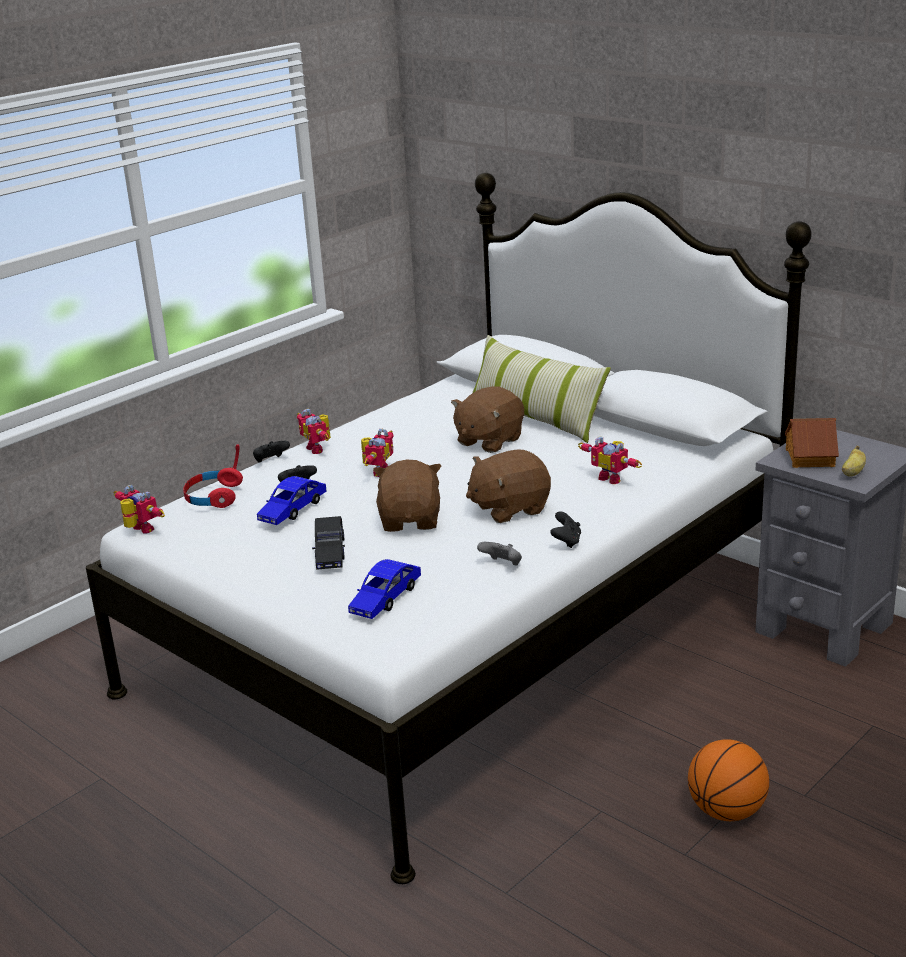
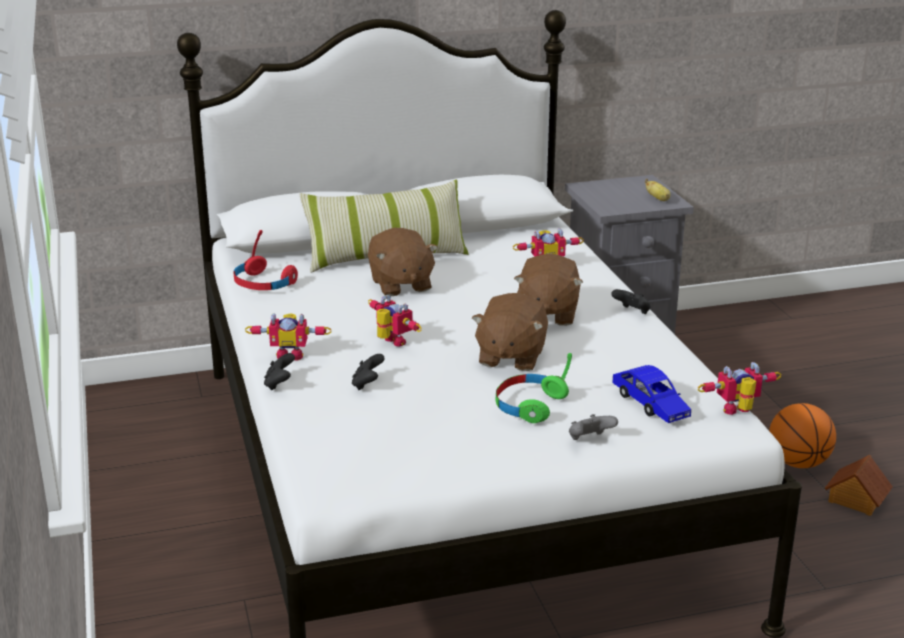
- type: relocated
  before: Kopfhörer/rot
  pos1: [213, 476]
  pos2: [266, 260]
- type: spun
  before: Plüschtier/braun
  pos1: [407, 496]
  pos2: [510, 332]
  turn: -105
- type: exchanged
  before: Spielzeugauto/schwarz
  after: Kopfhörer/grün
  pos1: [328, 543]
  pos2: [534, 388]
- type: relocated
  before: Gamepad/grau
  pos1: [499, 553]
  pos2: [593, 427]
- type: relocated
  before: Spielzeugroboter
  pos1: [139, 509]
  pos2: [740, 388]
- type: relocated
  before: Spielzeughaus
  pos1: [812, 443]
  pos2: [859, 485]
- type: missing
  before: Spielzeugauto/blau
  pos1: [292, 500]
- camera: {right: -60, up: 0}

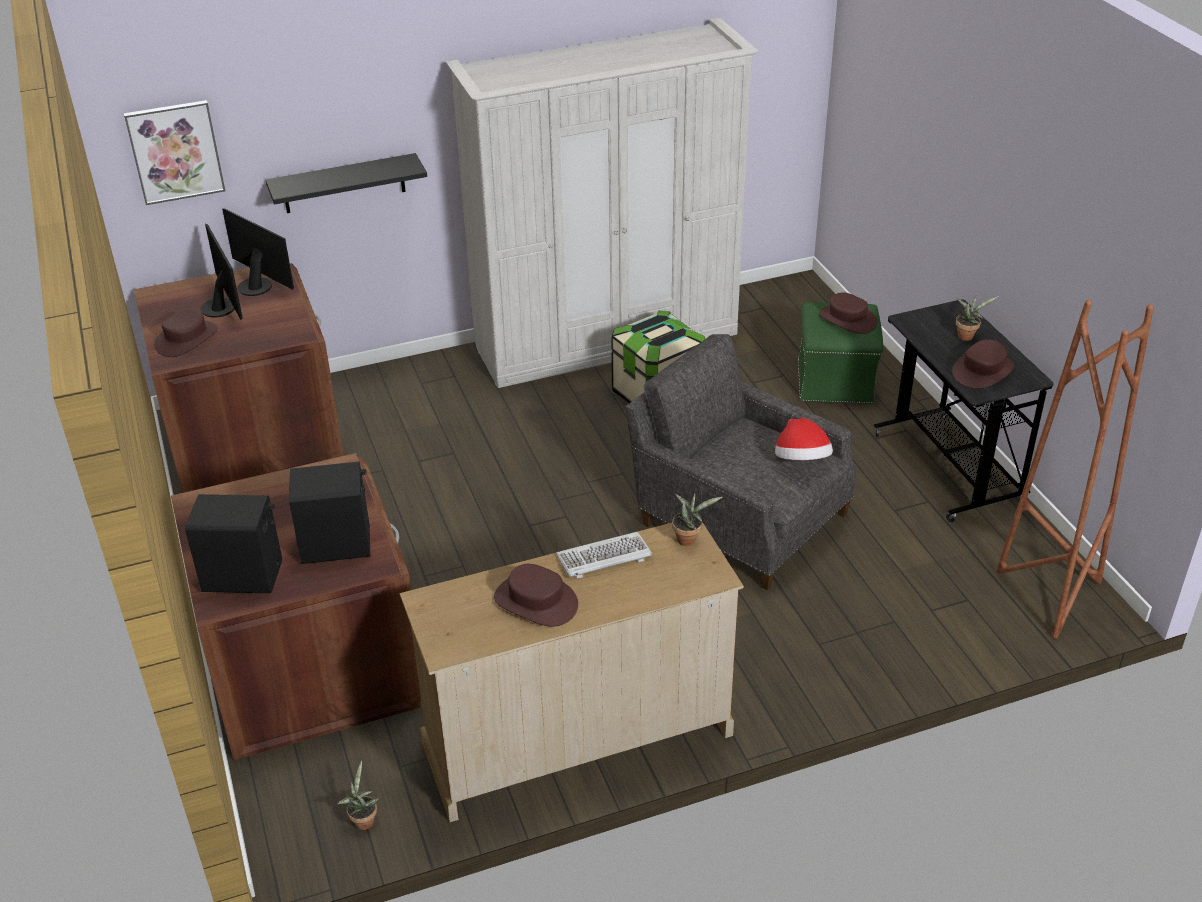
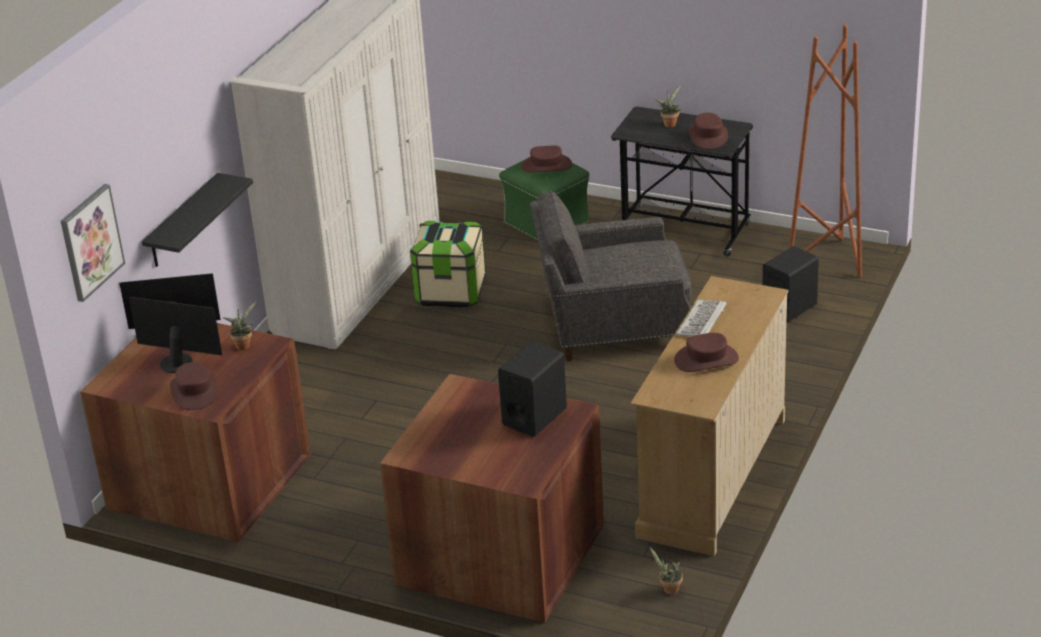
- type: relocated
  before: Topfpflanze
  pos1: [697, 519]
  pos2: [239, 326]
- type: relocated
  before: Lautsprecher/schwarz
  pos1: [233, 543]
  pos2: [791, 284]
- type: missing
  before: Hut
  pos1: [804, 439]
- camera: {right: -45, up: -5}

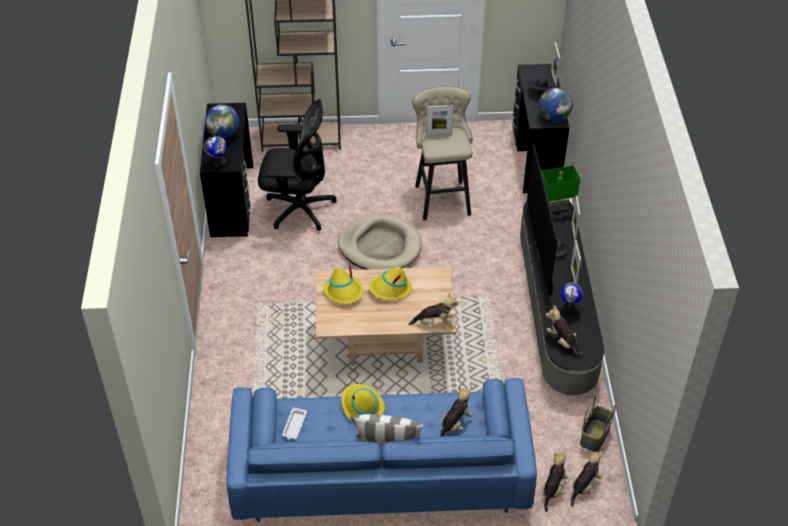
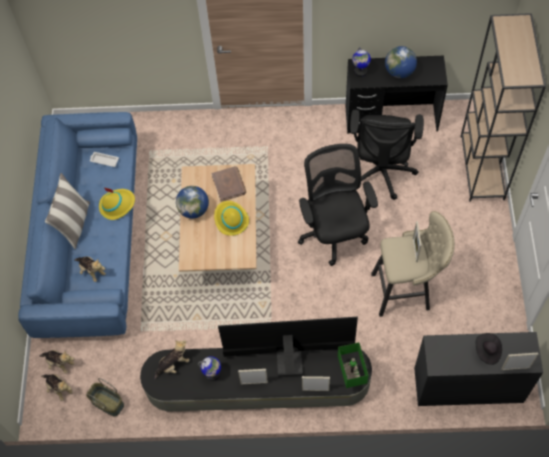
- type: relocated
  before: Globus
  pos1: [556, 105]
  pos2: [192, 202]
- type: exchanged
  before: Hut/gelb
  after: Buch/braun
  pos1: [343, 283]
  pos2: [229, 184]
- type: exchanged
  before: Hundebett/beige
  after: Bürostuhl/schwarz
  pos1: [380, 242]
  pos2: [338, 205]
- type: missing
  before: Plüschtier
  pos1: [433, 310]
- camera: {right: 95, up: 15}

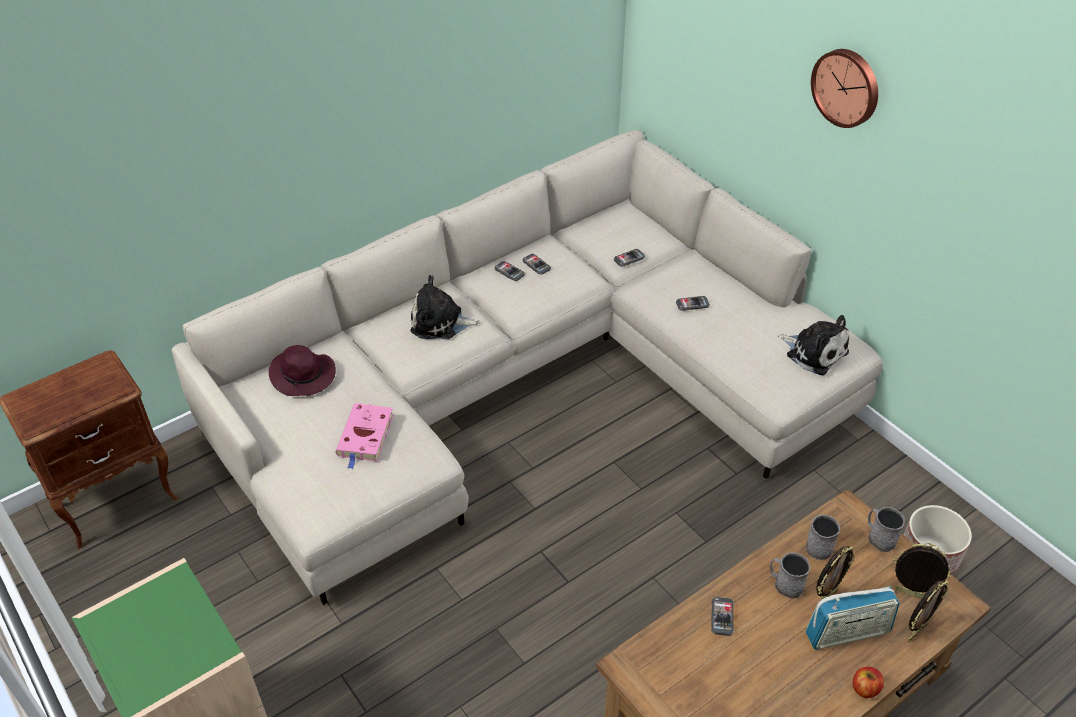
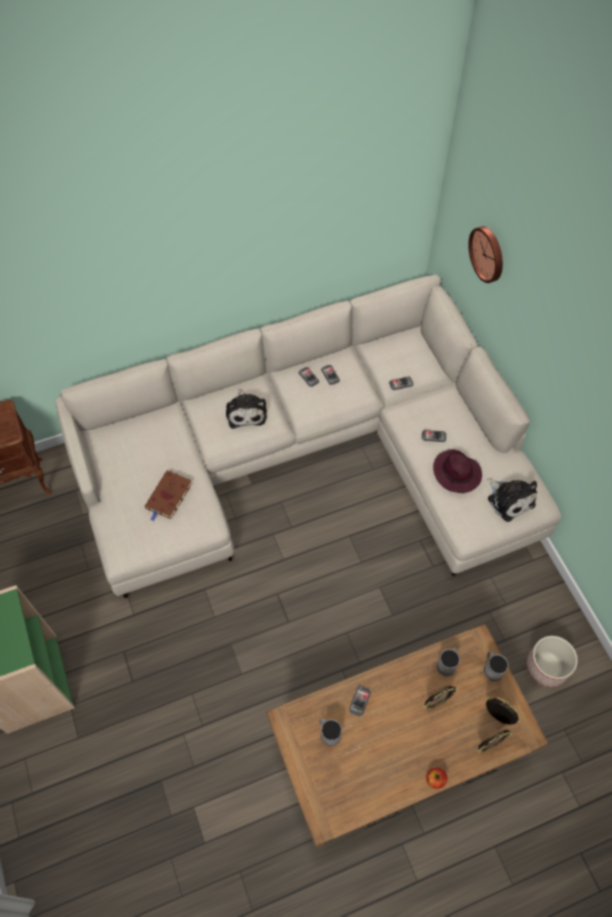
- type: colour
  before: Buch/rosa
  after: Buch/braun
  pos1: [364, 436]
  pos2: [168, 496]
- type: spun
  before: Plüschtier
  pos1: [445, 307]
  pos2: [246, 409]
  turn: -120
- type: relocated
  before: Henkelbecher/grau
  pos1: [790, 575]
  pos2: [330, 732]
- type: relocated
  before: Hut/lila
  pos1: [302, 370]
  pos2: [457, 471]
- type: relocated
  before: Wanduhr
  pos1: [844, 88]
  pos2: [485, 254]
- type: missing
  before: Radio
  pos1: [852, 618]
- camera: {right: 15, up: 15}

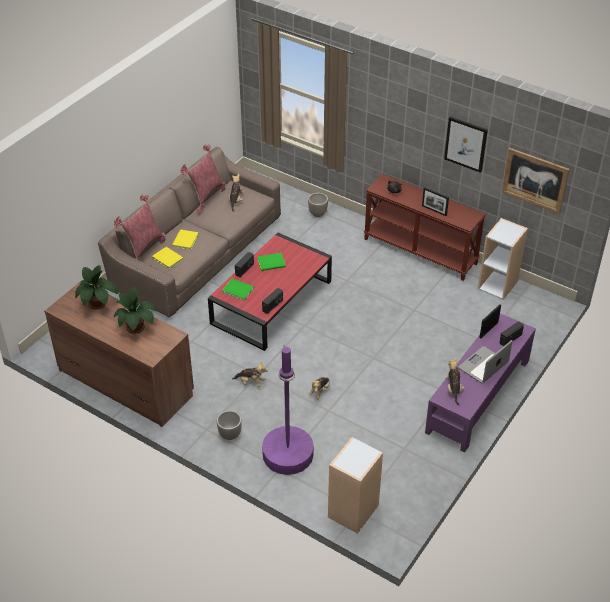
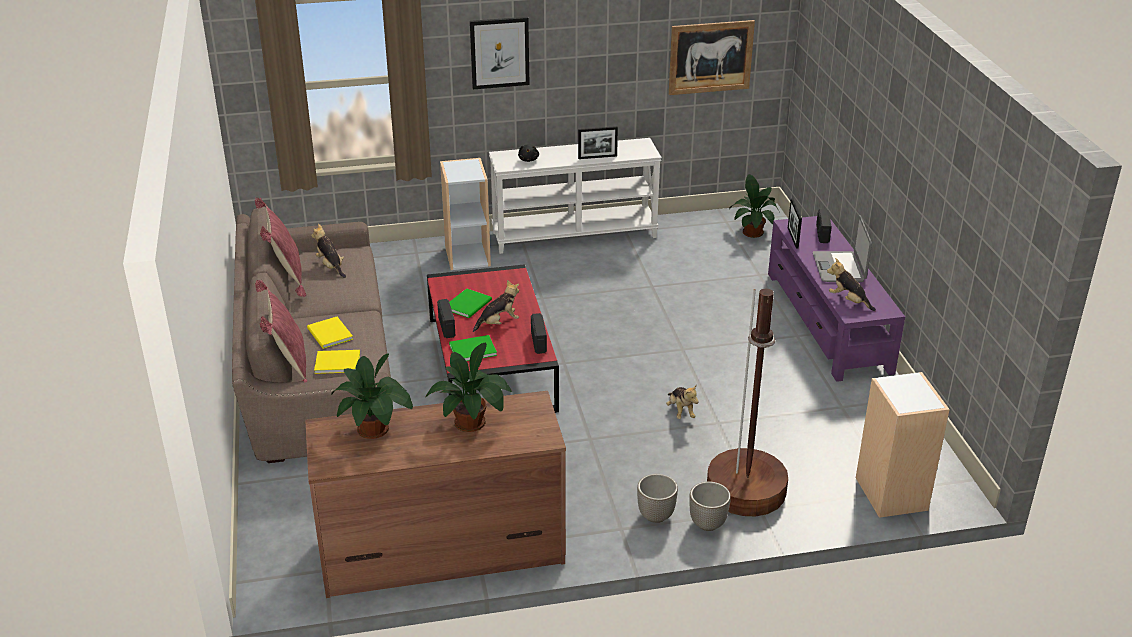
- type: relocated
  before: Bücherregal
  pos1: [503, 259]
  pos2: [465, 214]
- type: relocated
  before: Bild
  pos1: [466, 144]
  pos2: [500, 53]
- type: relocated
  before: Plüschtier
  pos1: [250, 374]
  pos2: [496, 306]
- type: colour
  before: Konsolentisch/braun
  after: Konsolentisch/weiß
  pos1: [425, 227]
  pos2: [575, 196]
- type: relocated
  before: Pflanzkübel
  pos1: [318, 205]
  pos2: [710, 506]
- type: colour
  before: Stehlampe/lila
  after: Stehlampe/braun
  pos1: [288, 409]
  pos2: [747, 402]
- type: appeared
  after: Topfpflanze
  pos2: [753, 206]
- camera: {right: -45, up: -10}

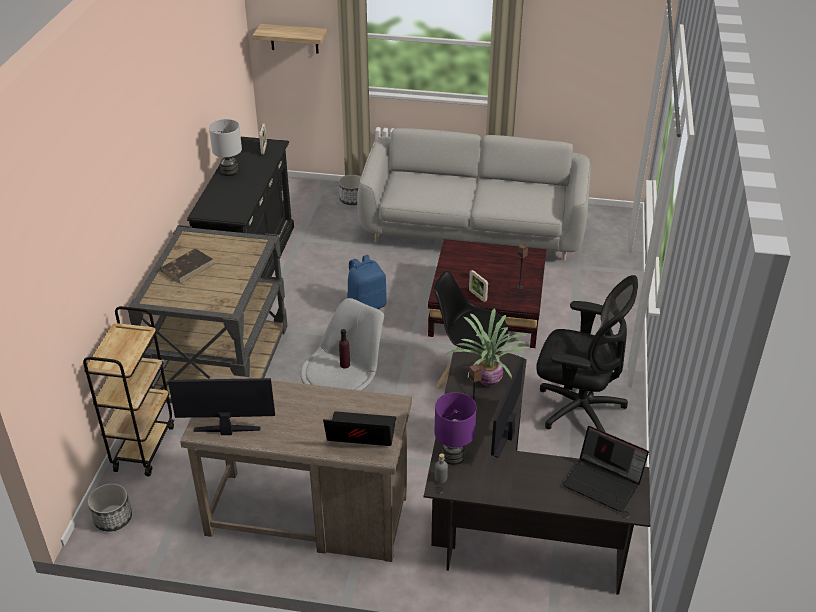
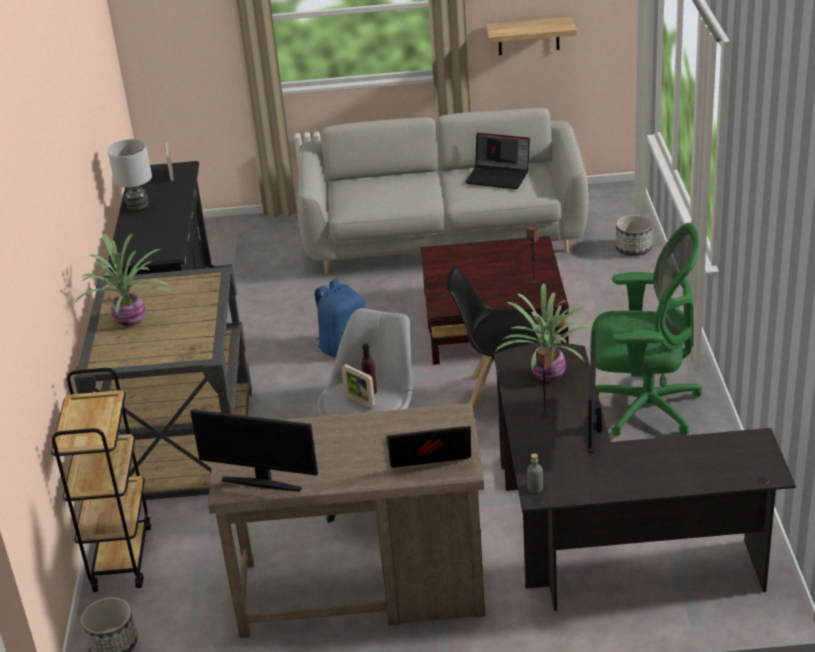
- type: exchanged
  before: Buch/braun
  after: Topfpflanze
  pos1: [187, 266]
  pos2: [123, 280]
- type: spun
  before: Monitor
  pos1: [221, 406]
  pos2: [254, 450]
  turn: -150
- type: relocated
  before: Bilderrahmen
  pos1: [478, 286]
  pos2: [358, 386]
- type: relocated
  before: Laptop
  pos1: [606, 469]
  pos2: [497, 161]
- type: relocated
  before: Wandregal
  pos1: [290, 38]
  pos2: [531, 36]
- type: colour
  before: Bürostuhl/schwarz
  after: Bürostuhl/grün
  pos1: [587, 354]
  pos2: [646, 329]
- type: relocated
  before: Pflanzkübel
  pos1: [350, 190]
  pos2: [634, 235]
- type: missing
  before: Tischlampe/lila
  pos1: [455, 428]
- camera: {right: -10, up: -5}

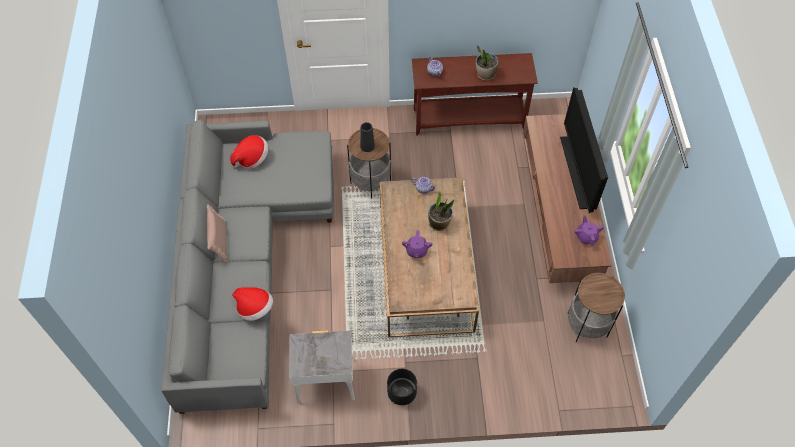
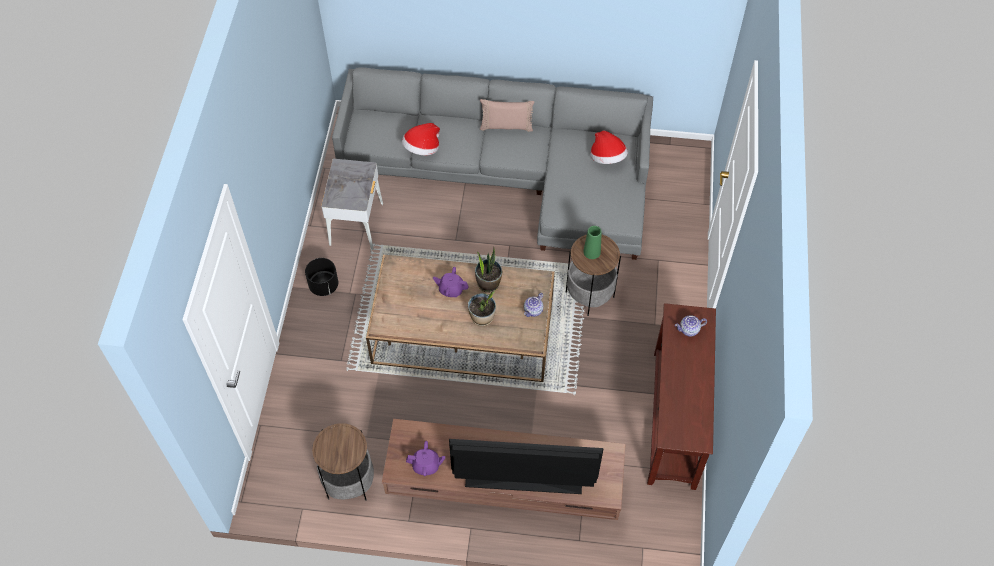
- type: relocated
  before: Topfpflanze
  pos1: [487, 63]
  pos2: [488, 270]
- type: colour
  before: Vase/schwarz
  after: Vase/grün
  pos1: [367, 137]
  pos2: [592, 242]
- camera: {right: 100, up: 0}

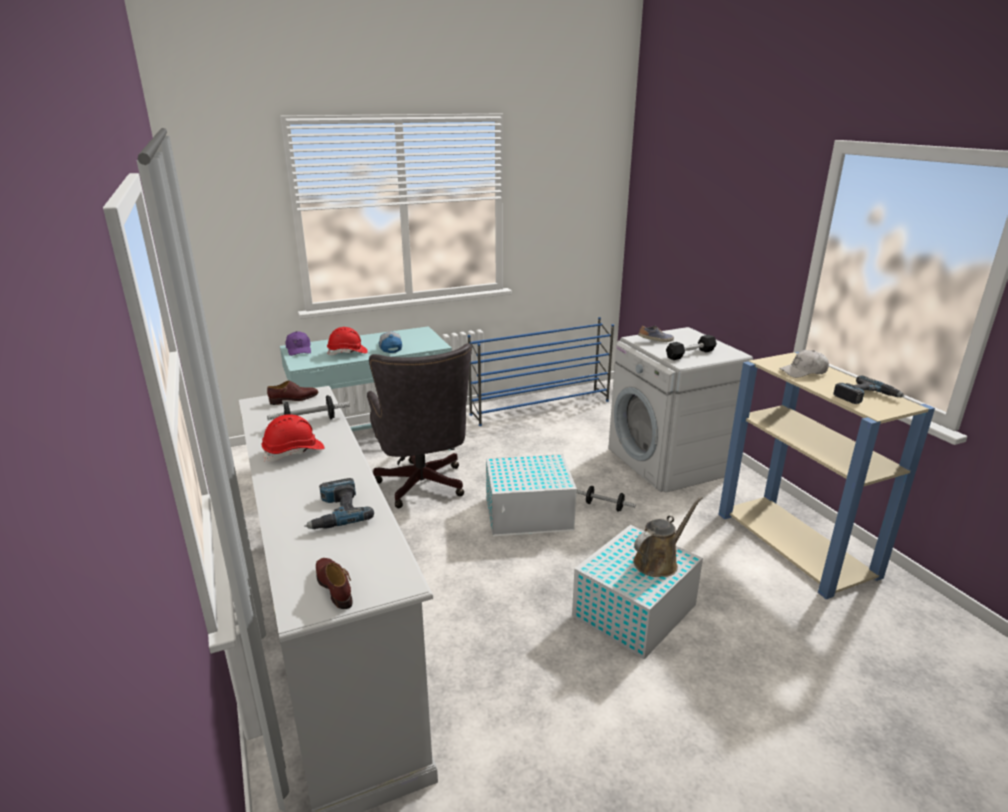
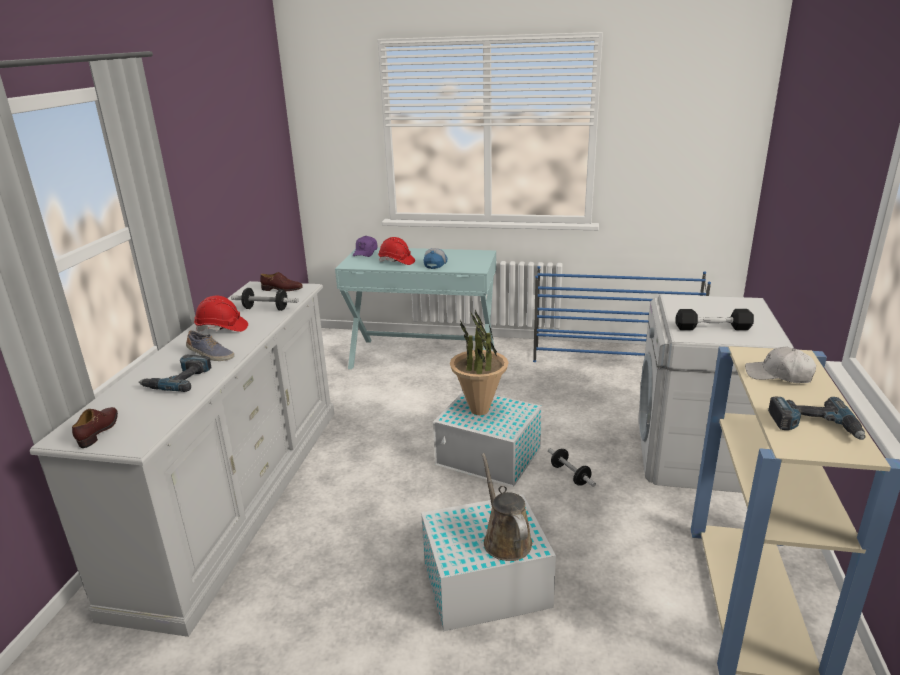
- type: relocated
  before: Schuh
  pos1: [656, 333]
  pos2: [210, 345]
- type: appeared
  after: Topfpflanze
  pos2: [479, 362]
- type: spun
  before: Gießkanne/braun
  pos1: [668, 537]
  pos2: [506, 507]
  turn: -105
- type: missing
  before: Bürostuhl/grau
  pos1: [419, 425]
- camera: {right: 35, up: 0}

